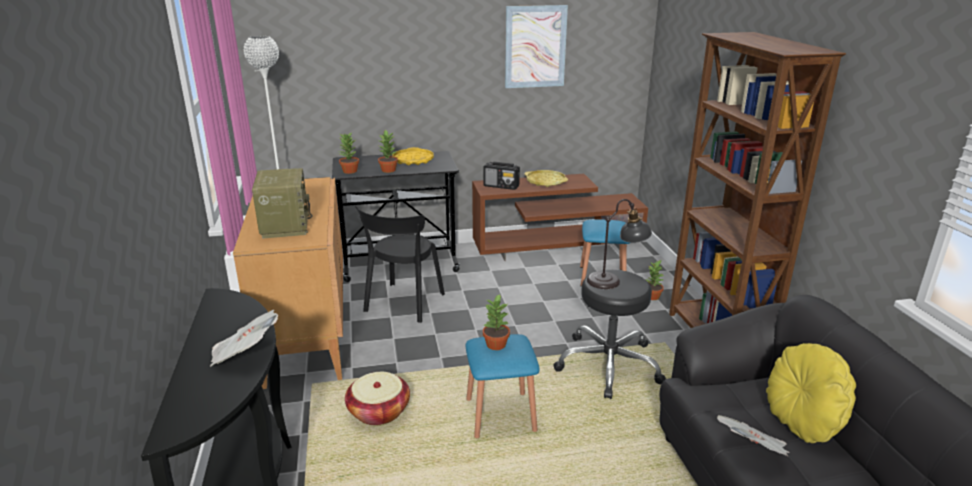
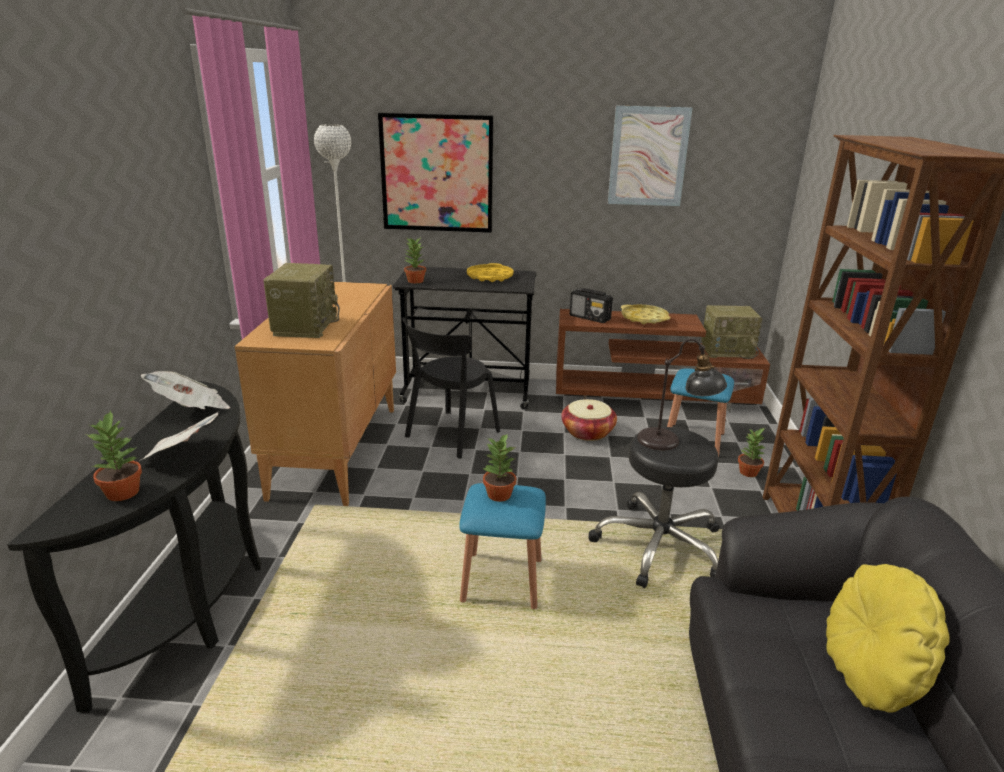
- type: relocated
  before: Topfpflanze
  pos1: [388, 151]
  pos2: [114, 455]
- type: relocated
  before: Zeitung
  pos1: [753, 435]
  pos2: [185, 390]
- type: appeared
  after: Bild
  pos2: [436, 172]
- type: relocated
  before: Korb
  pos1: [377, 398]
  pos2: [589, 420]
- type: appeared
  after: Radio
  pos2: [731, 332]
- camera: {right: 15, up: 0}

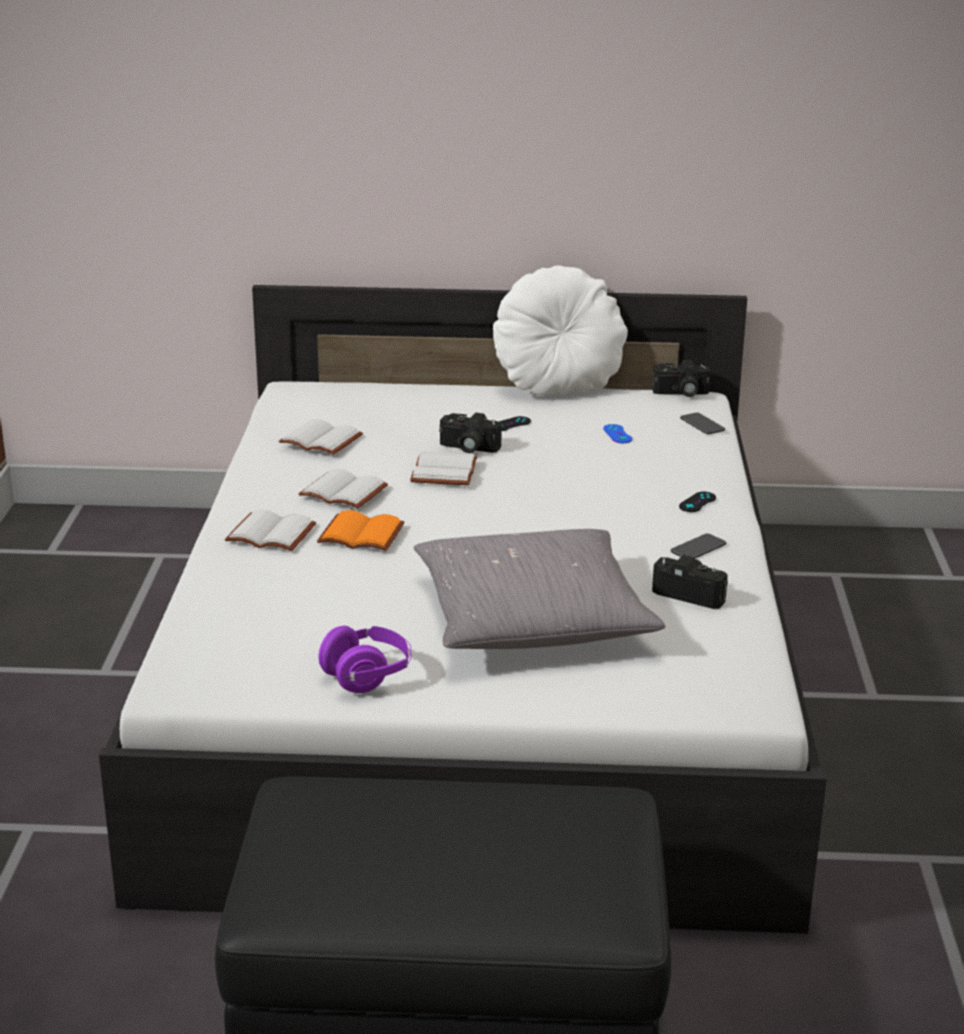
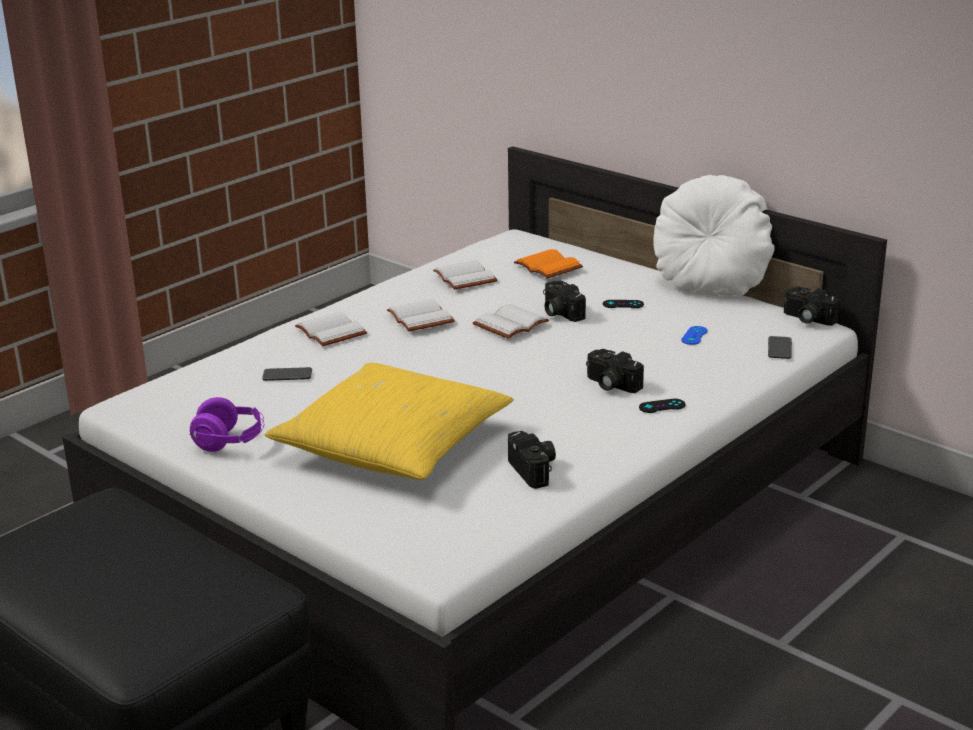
- type: relocated
  before: Handy
  pos1: [698, 545]
  pos2: [287, 374]
- type: colour
  before: Kissen/grau
  after: Kissen/gelb
  pos1: [540, 589]
  pos2: [389, 421]
- type: relocated
  before: Buch/orange
  pos1: [361, 530]
  pos2: [548, 264]
- type: appeared
  after: Kamera
  pos2: [615, 371]
- camera: {right: 40, up: 0}

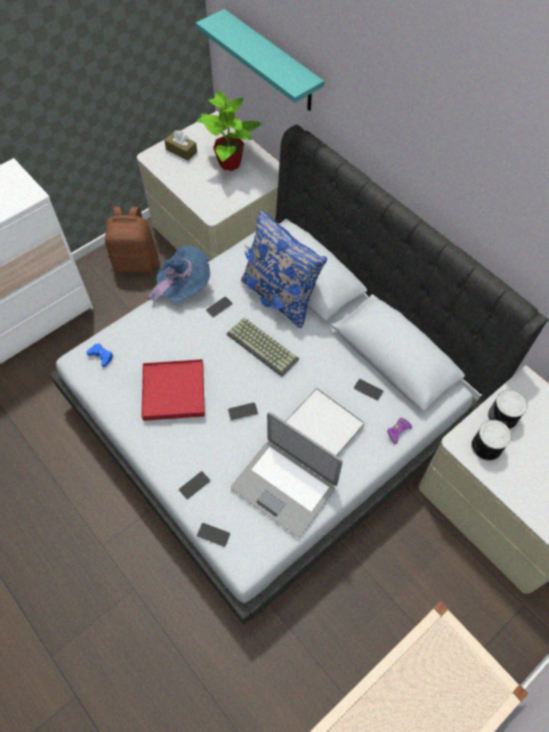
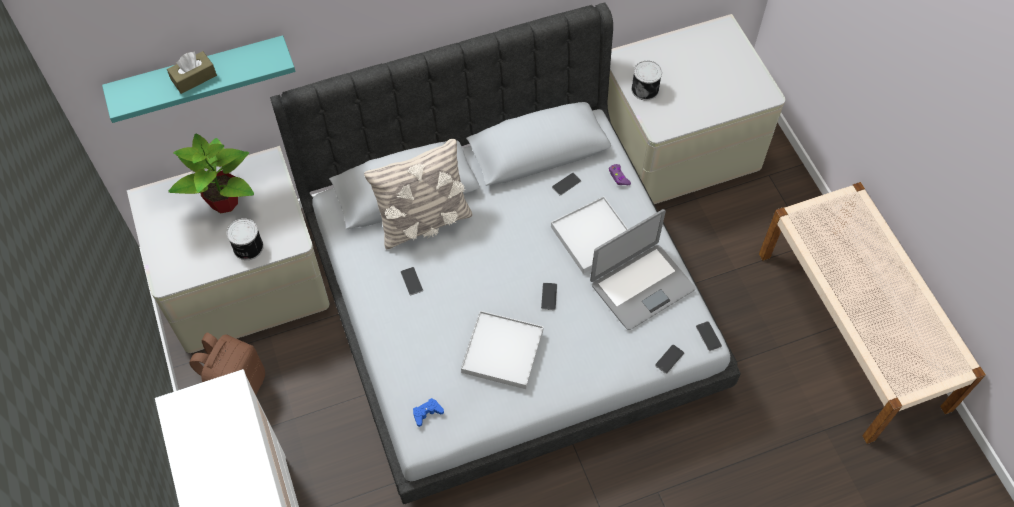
- type: relocated
  before: Taschentuchbox/braun
  pos1: [180, 145]
  pos2: [192, 72]
- type: relocated
  before: Dose
  pos1: [491, 440]
  pos2: [245, 239]
- type: colour
  before: Kissen/blau
  after: Kissen/beige
  pos1: [284, 269]
  pos2: [418, 194]
- type: colour
  before: Tablett/rot
  after: Tablett/weiß
  pos1: [173, 390]
  pos2: [502, 350]
- type: relocated
  before: Handy
  pos1: [195, 485]
  pos2: [709, 336]
- type: missing
  before: Hut/blau
  pos1: [179, 275]
- type: missing
  before: Tastatur
  pos1: [262, 347]
- camera: {right: -70, up: 0}

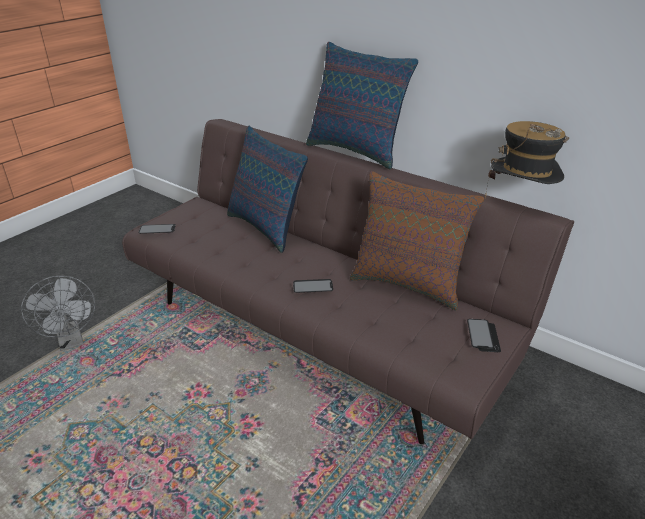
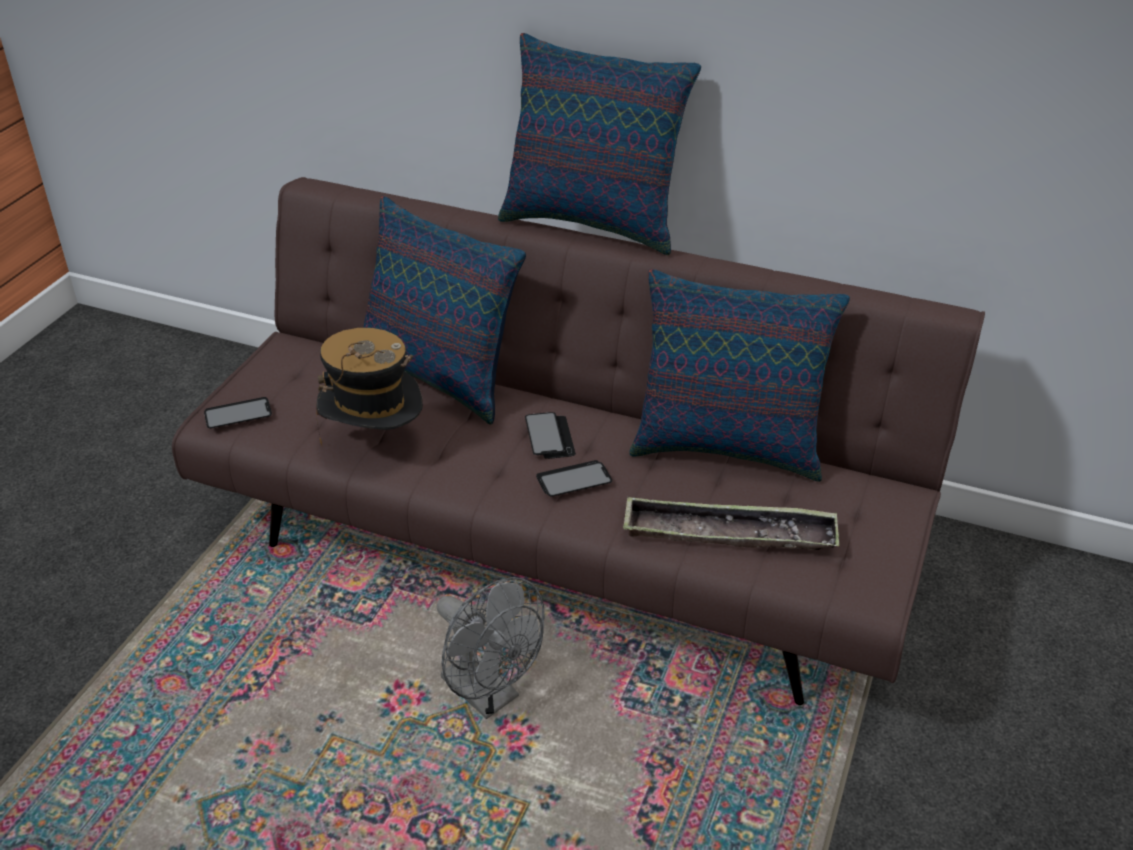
- type: relocated
  before: Hut
  pos1: [527, 159]
  pos2: [369, 387]
- type: relocated
  before: Ventilator/grau
  pos1: [58, 313]
  pos2: [490, 648]
- type: relocated
  before: Handy
  pos1: [484, 335]
  pos2: [550, 435]
- type: appeared
  after: Tablett
  pos2: [731, 523]
- type: colour
  before: Kissen/braun
  after: Kissen/blau
  pos1: [417, 241]
  pos2: [740, 375]
- camera: {right: -15, up: 5}

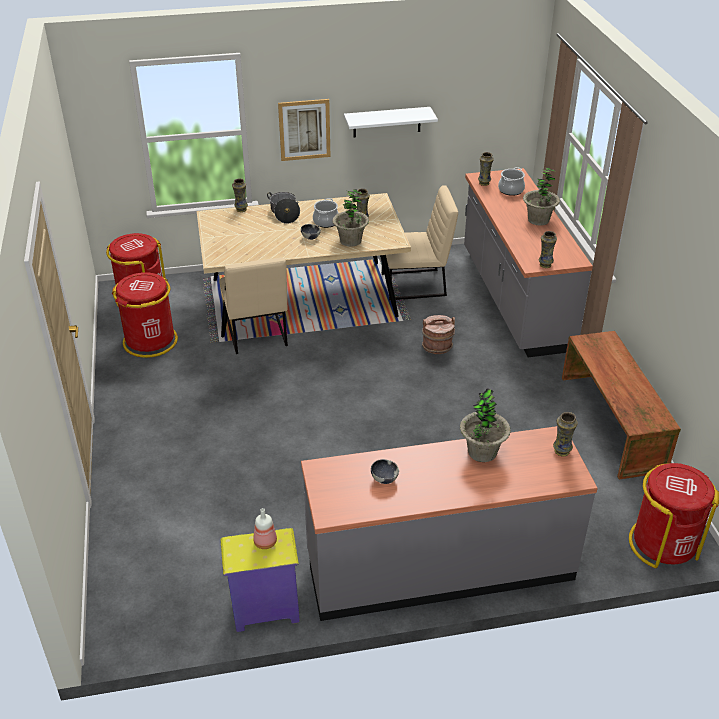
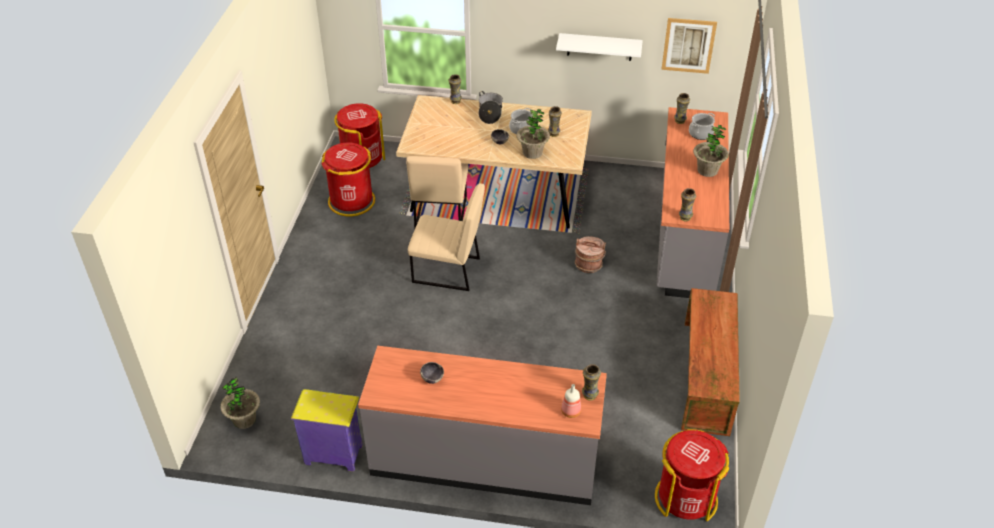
- type: relocated
  before: Topfpflanze
  pos1: [485, 425]
  pos2: [240, 403]
- type: relocated
  before: Stuhl/beige
  pos1: [420, 243]
  pos2: [446, 237]
- type: relocated
  before: Flasche
  pos1: [265, 528]
  pos2: [571, 401]
- type: relocated
  before: Bild
  pos1: [304, 130]
  pos2: [689, 46]
- camera: {right: 20, up: 5}

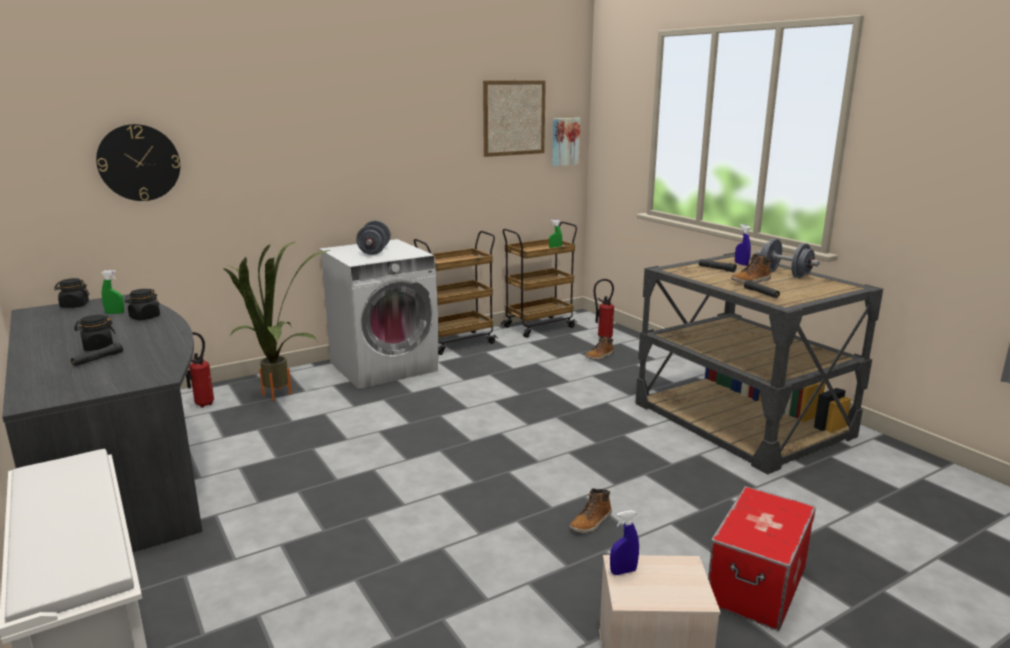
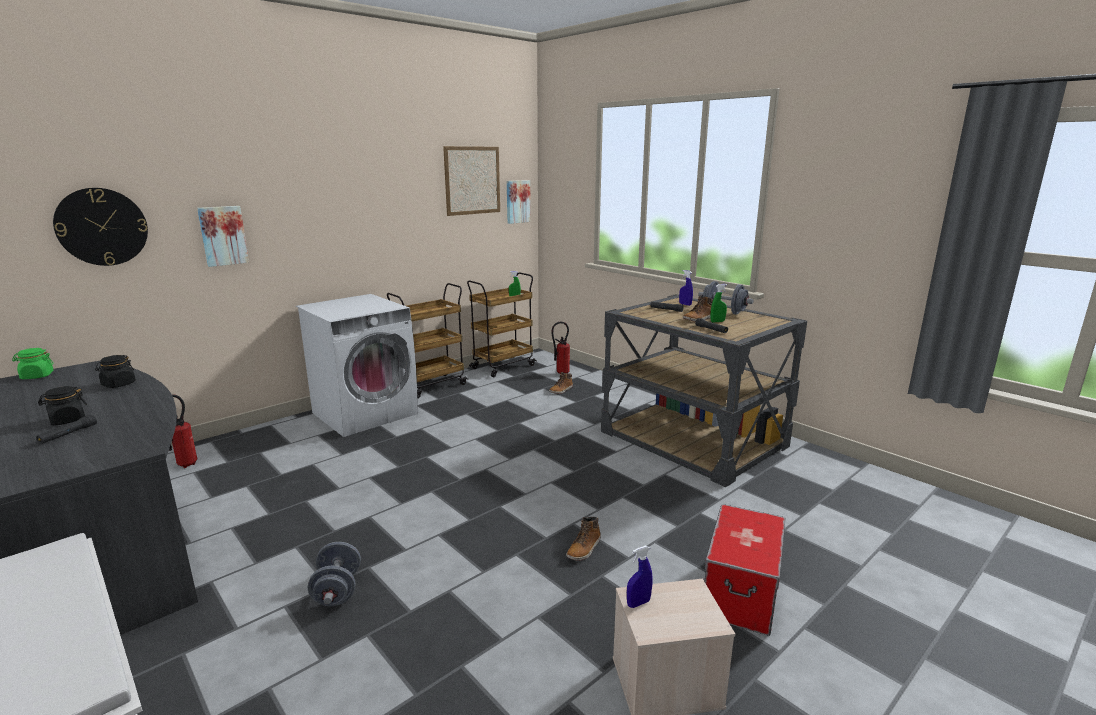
- type: colour
  before: Vorratsglas/schwarz
  after: Vorratsglas/grün
  pos1: [71, 293]
  pos2: [33, 363]
- type: appeared
  after: Bild
  pos2: [223, 236]
- type: relocated
  before: Hantel/grau
  pos1: [373, 237]
  pos2: [334, 574]
- type: relocated
  before: Sprühflasche/grün
  pos1: [112, 292]
  pos2: [718, 303]
- type: missing
  before: Topfpflanze
  pos1: [276, 321]
- camera: {right: -10, up: 0}

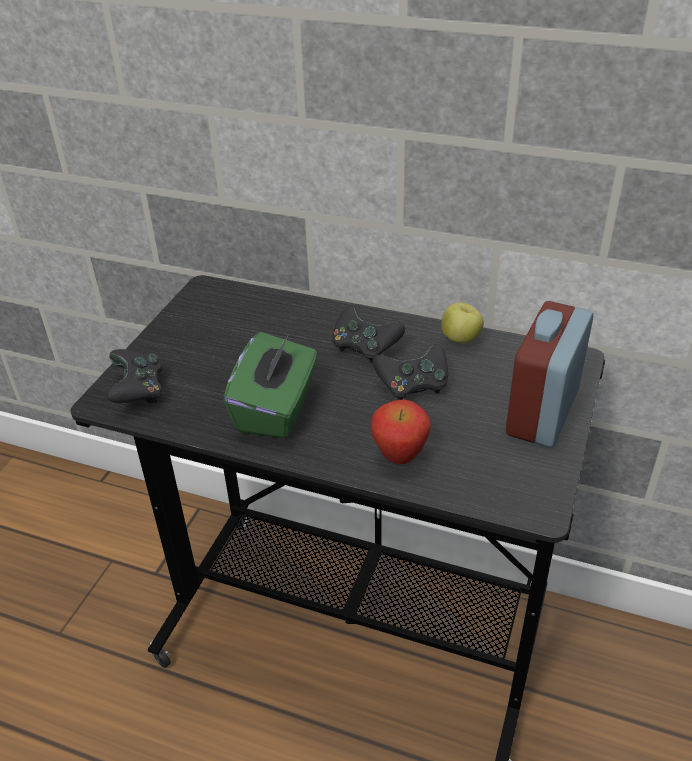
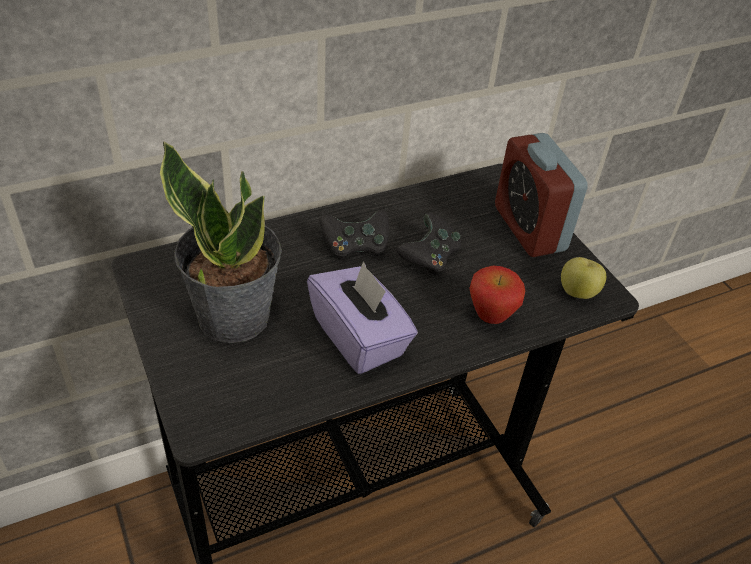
- type: appeared
  after: Topfpflanze
  pos2: [221, 242]
- type: colour
  before: Taschentuchbox/grün
  after: Taschentuchbox/lila
  pos1: [270, 385]
  pos2: [362, 317]
- type: relocated
  before: Apfel
  pos1: [462, 323]
  pos2: [583, 278]
- type: missing
  before: Gamepad/schwarz
  pos1: [134, 376]
- camera: {right: -50, up: 5}

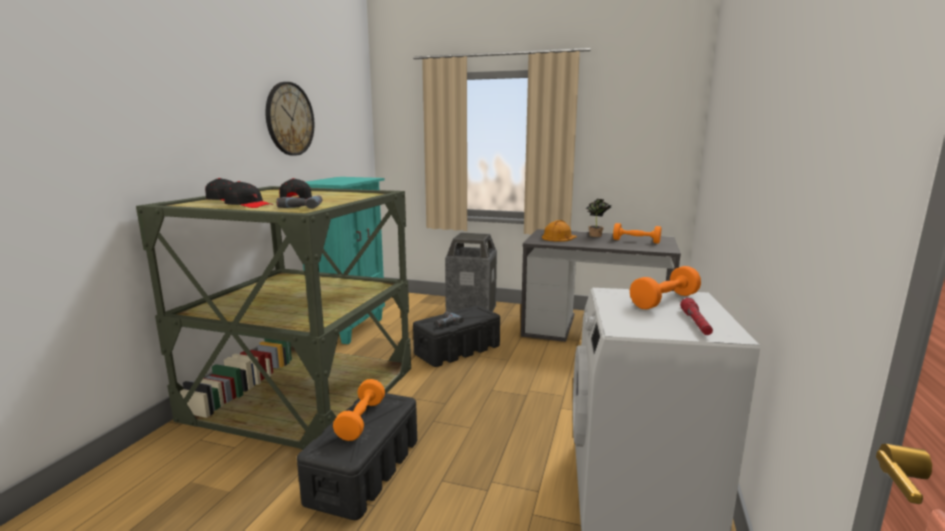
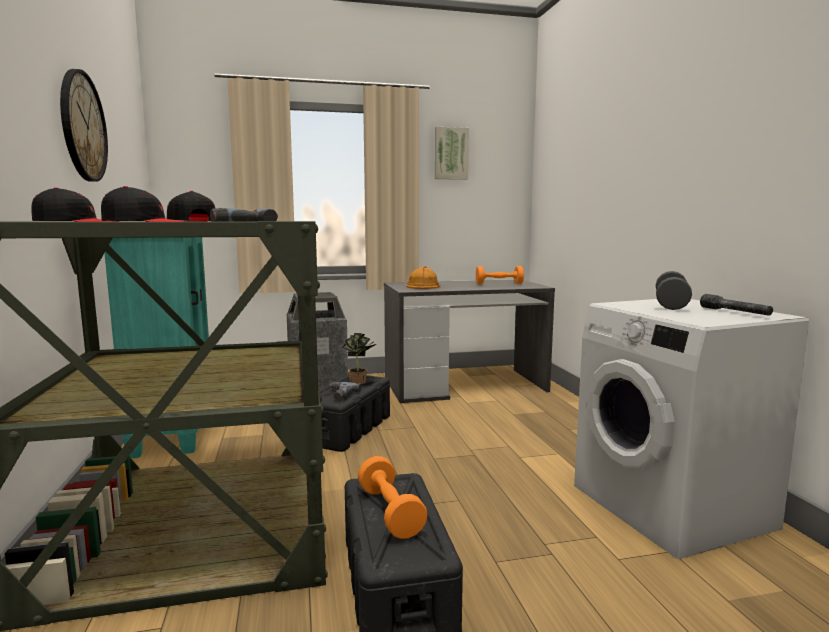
- type: relocated
  before: Topfpflanze
  pos1: [598, 218]
  pos2: [359, 358]
- type: appeared
  after: Bild
  pos2: [452, 153]
- type: colour
  before: Hantel/orange
  after: Hantel/grau
  pos1: [665, 288]
  pos2: [674, 290]
- type: colour
  before: Taschenlampe/rot
  after: Taschenlampe/grau
  pos1: [696, 316]
  pos2: [736, 305]
- camera: {right: -30, up: -5}

